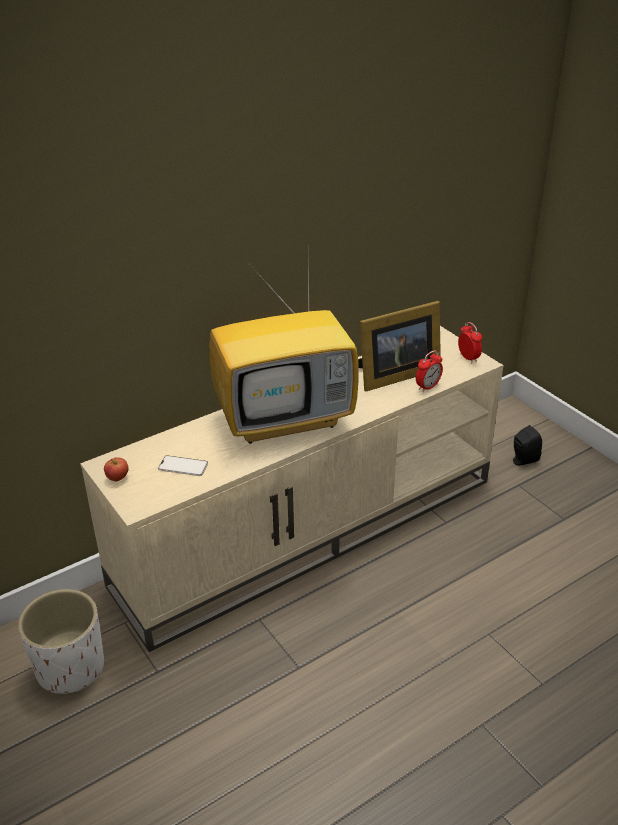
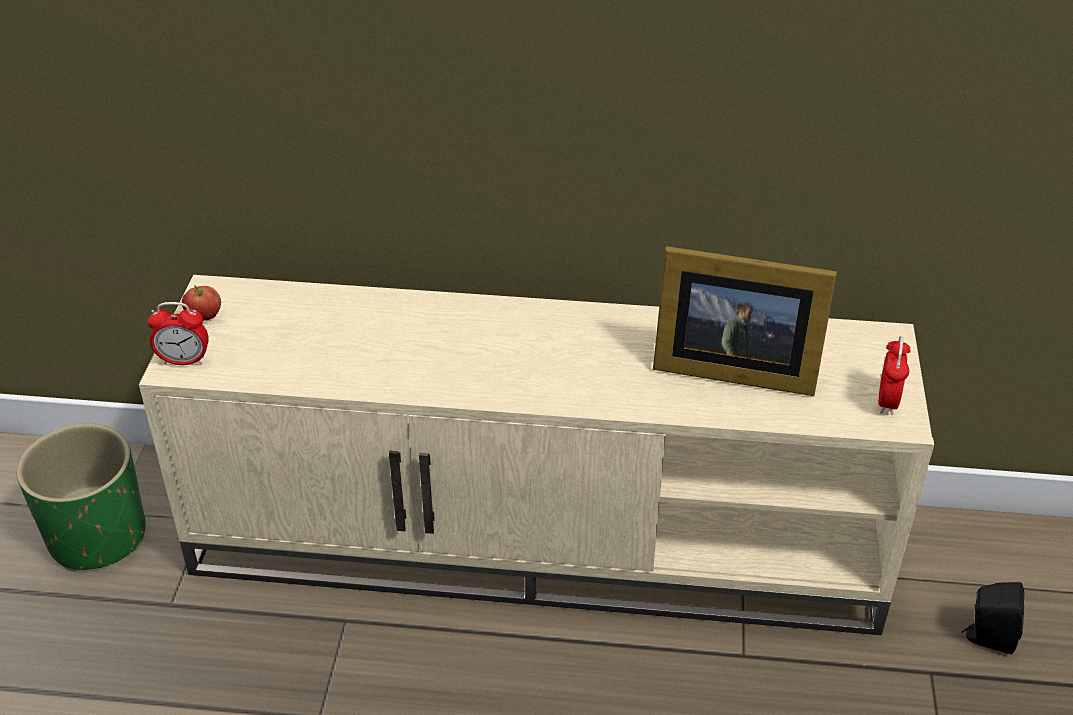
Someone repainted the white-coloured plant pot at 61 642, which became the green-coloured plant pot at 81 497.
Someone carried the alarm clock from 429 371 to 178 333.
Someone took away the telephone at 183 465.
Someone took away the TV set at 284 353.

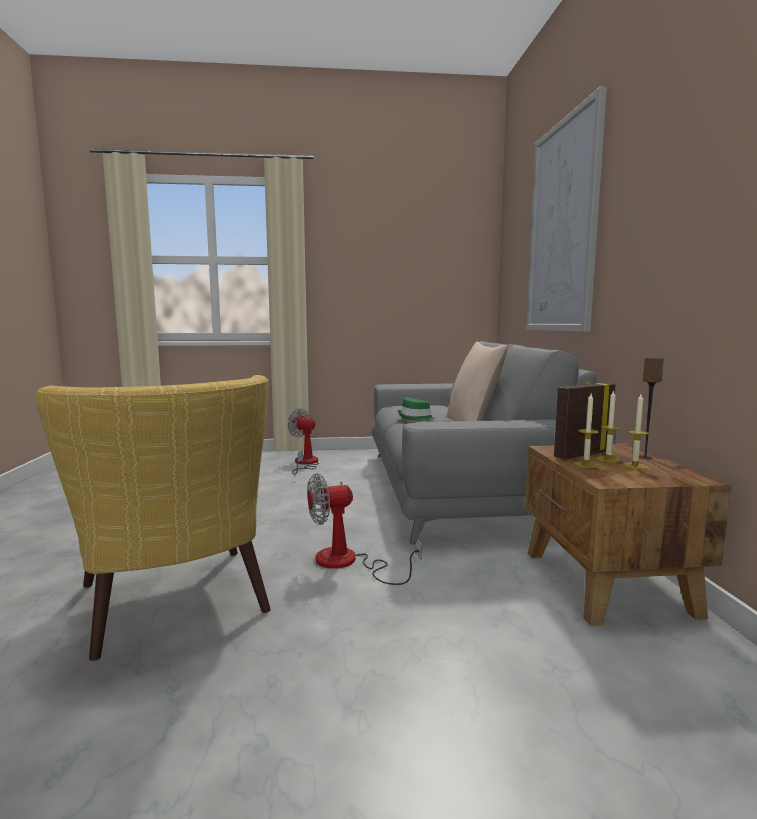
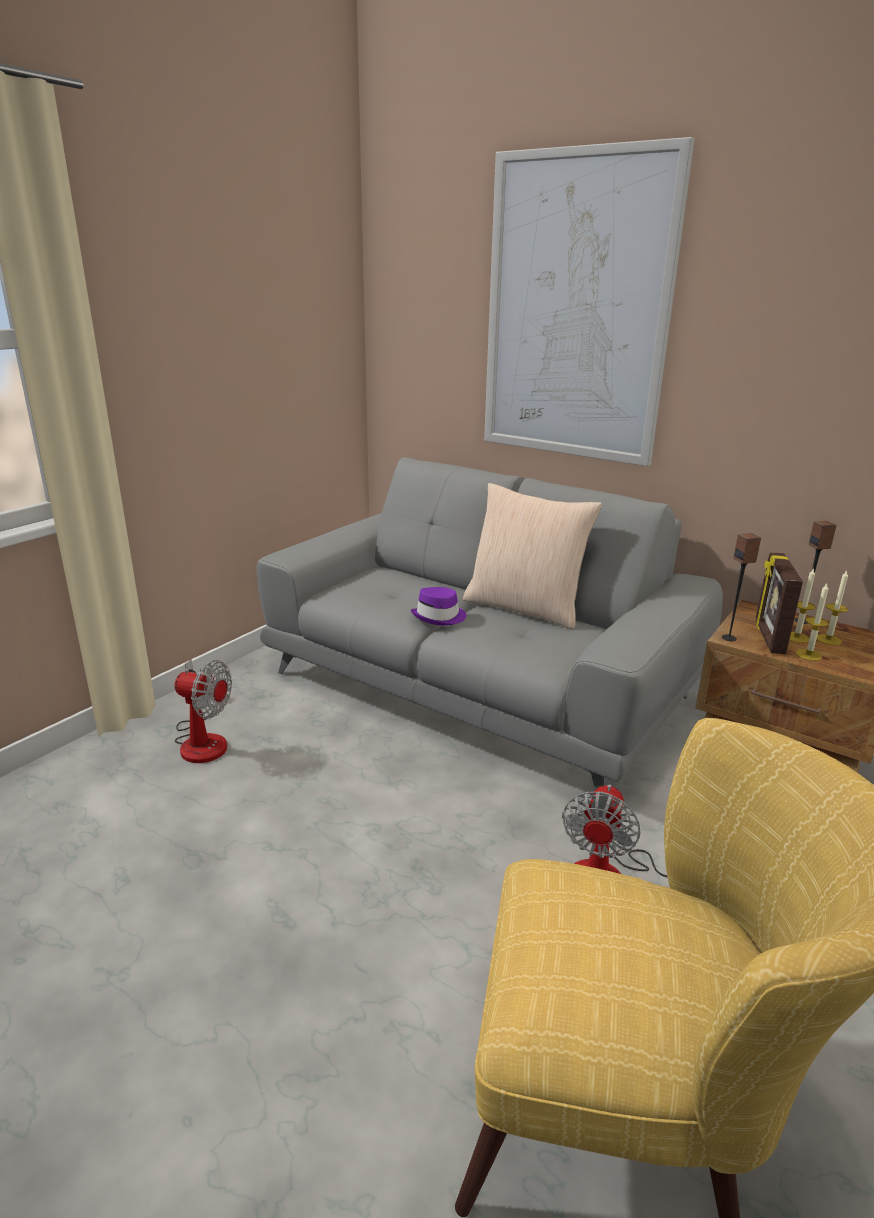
Someone rotated the cooling fan at 303 441 by 150 degrees counterclockwise.
Someone repainted the green-coloured hat at 417 409, which became the purple hat at 438 606.
Someone put down the audio speaker at 741 587.

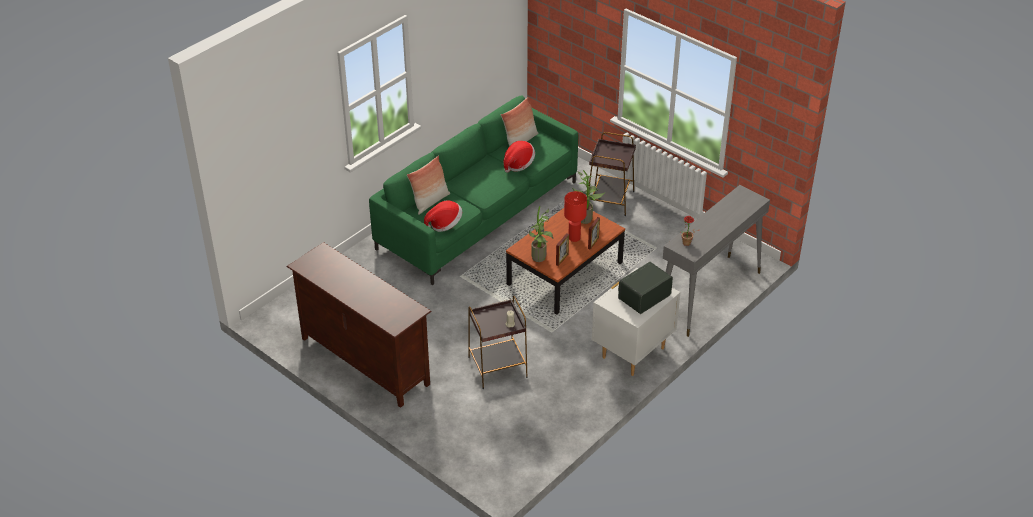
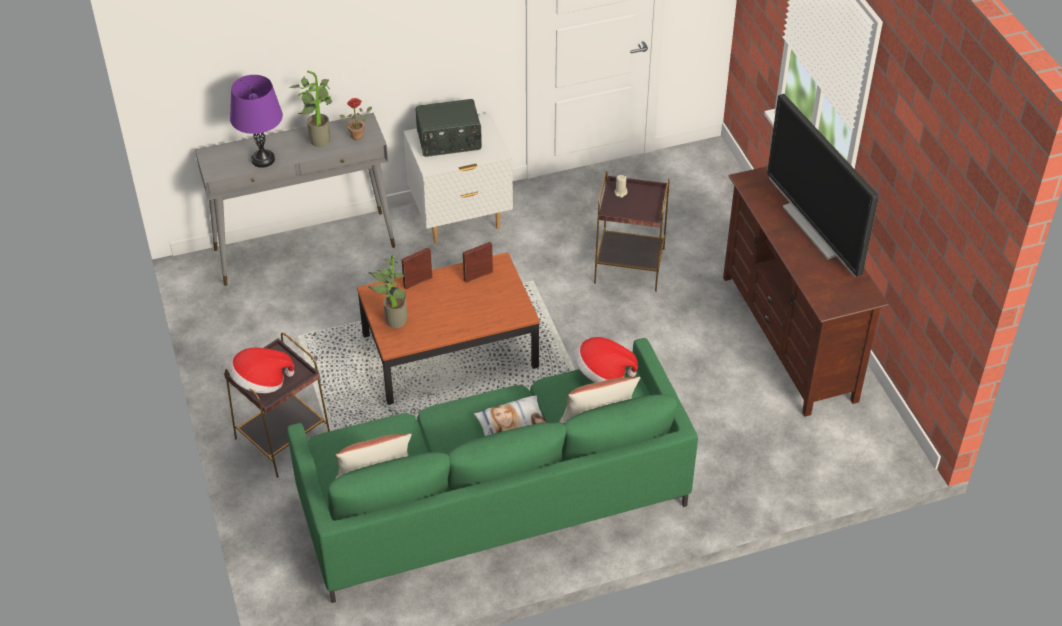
Someone carried the hat from 519 157 to 261 370.
Someone put down the purple tabletop lamp at 256 121.
Someone carried the potted plant from 541 234 to 311 109.
Someone put down the throw pillow at 510 416.
Someone put down the TV set at 823 185.
Someone took away the red tabletop lamp at 575 216.

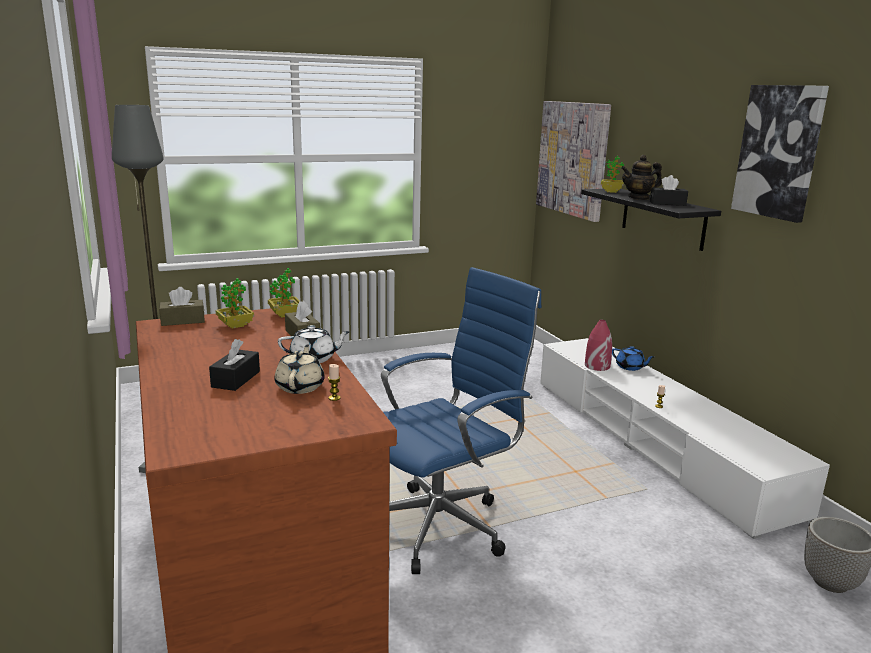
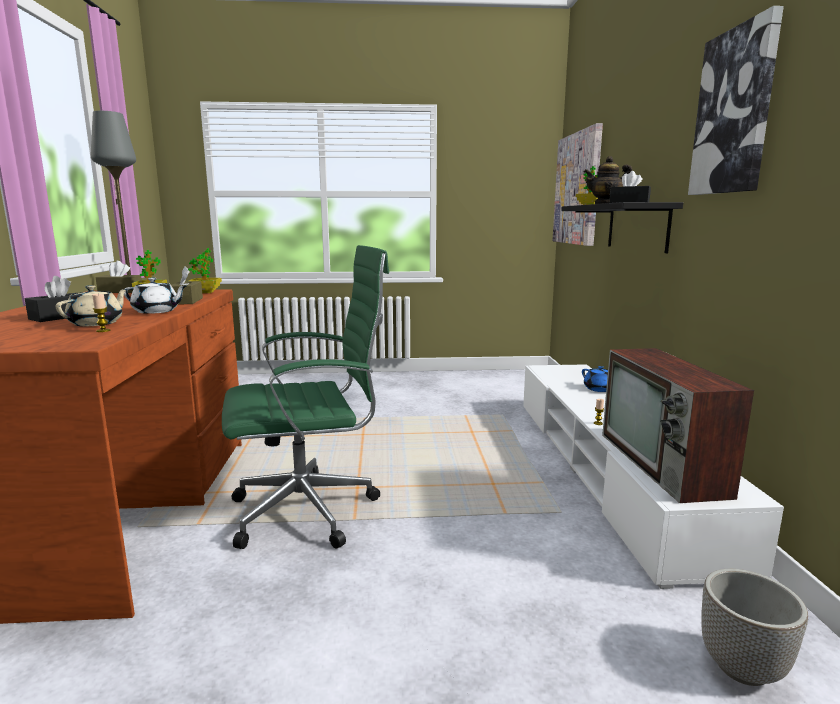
Someone repainted the blue-coloured desk chair at 461 420, which became the green-coloured desk chair at 305 397.
Someone put down the TV set at 678 425.
Someone took away the red flower vase at 598 345.

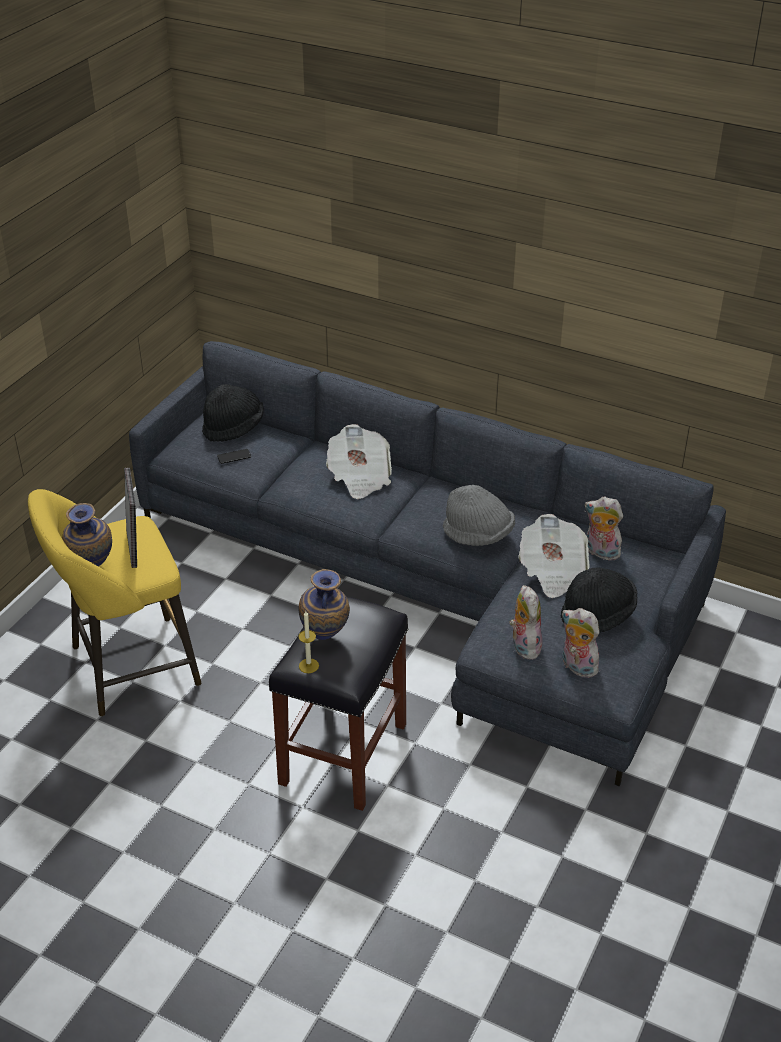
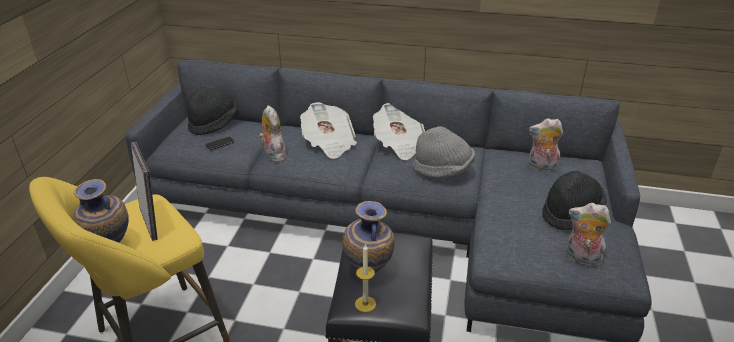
Someone carried the soft toy from 525 622 to 272 133.
Someone carried the printed paper from 554 556 to 399 131.

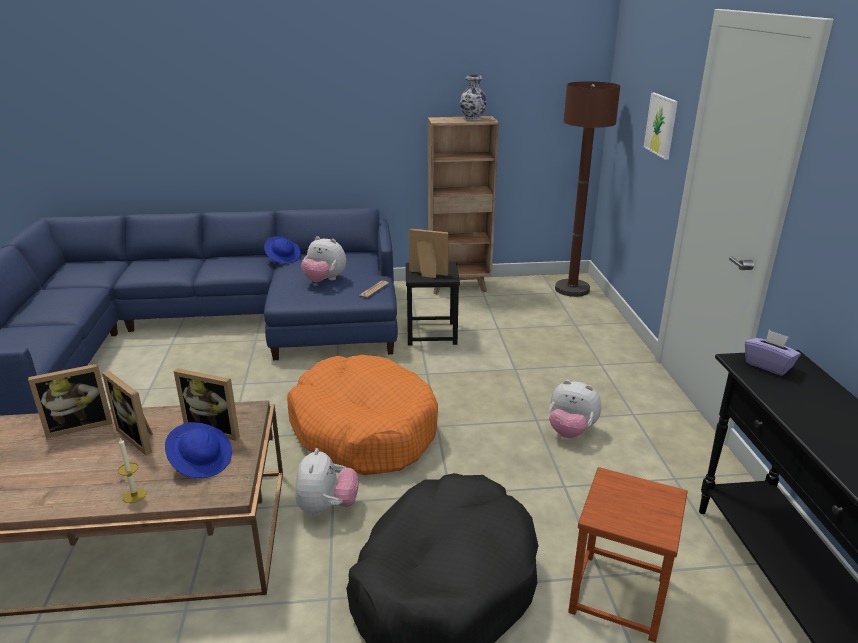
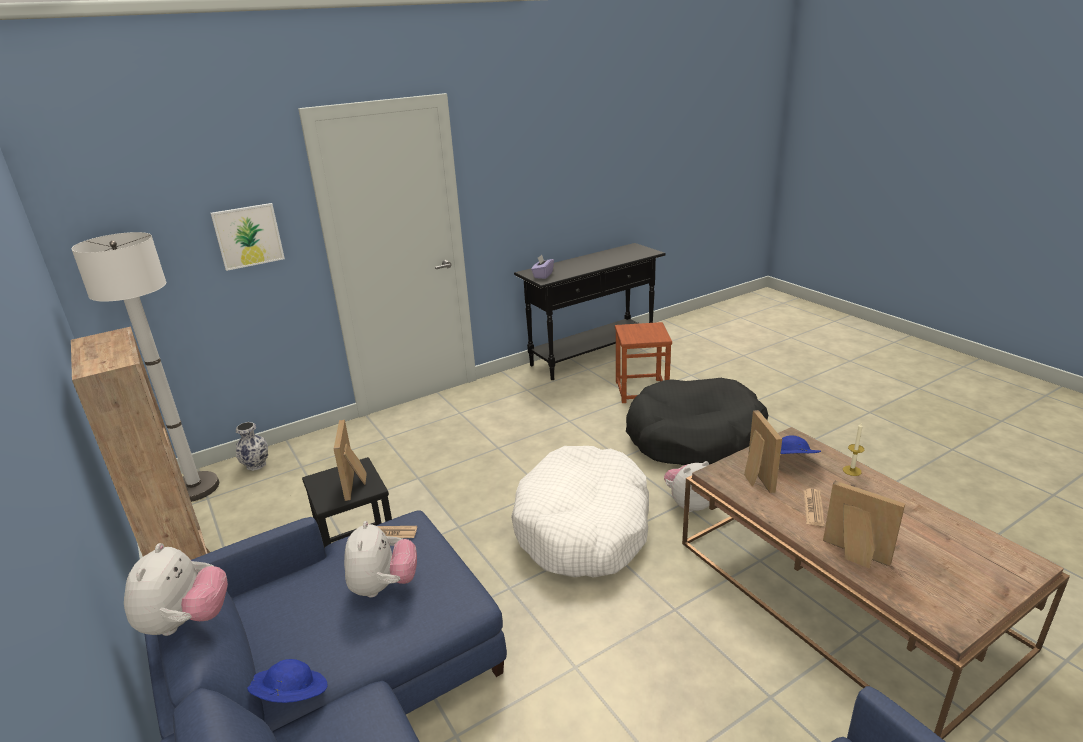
Someone repainted the brown standard lamp at 587 189, which became the white-coloured standard lamp at 145 367.
Someone carried the soft toy from 575 409 to 176 589.
Someone carried the flower vase from 473 97 to 252 446.
Someone repainted the orange-coloured dog cushion at 362 415, which became the white-coloured dog cushion at 580 512.
Someone swapped the photo frame at 127 412 for the printed paper at 814 507.

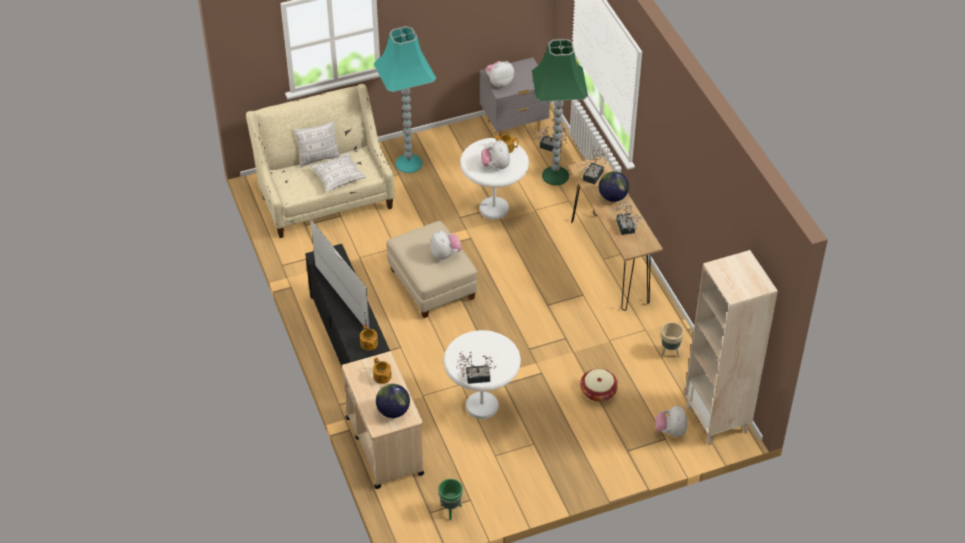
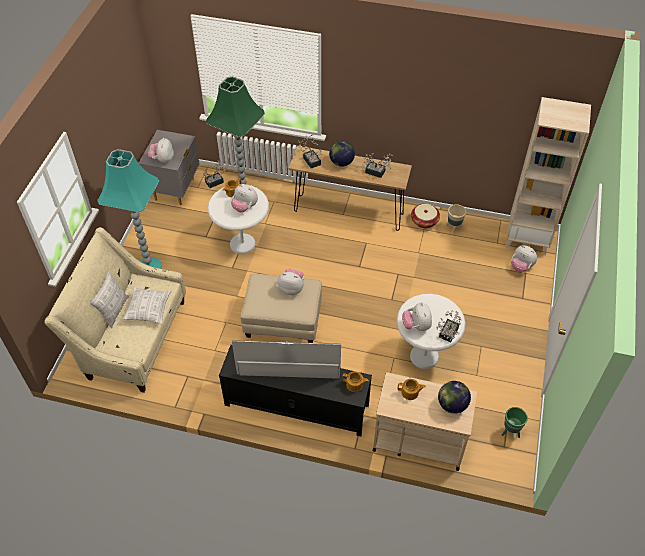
Someone put down the soft toy at 417 317.
Someone carried the basket from 599 385 to 425 216.

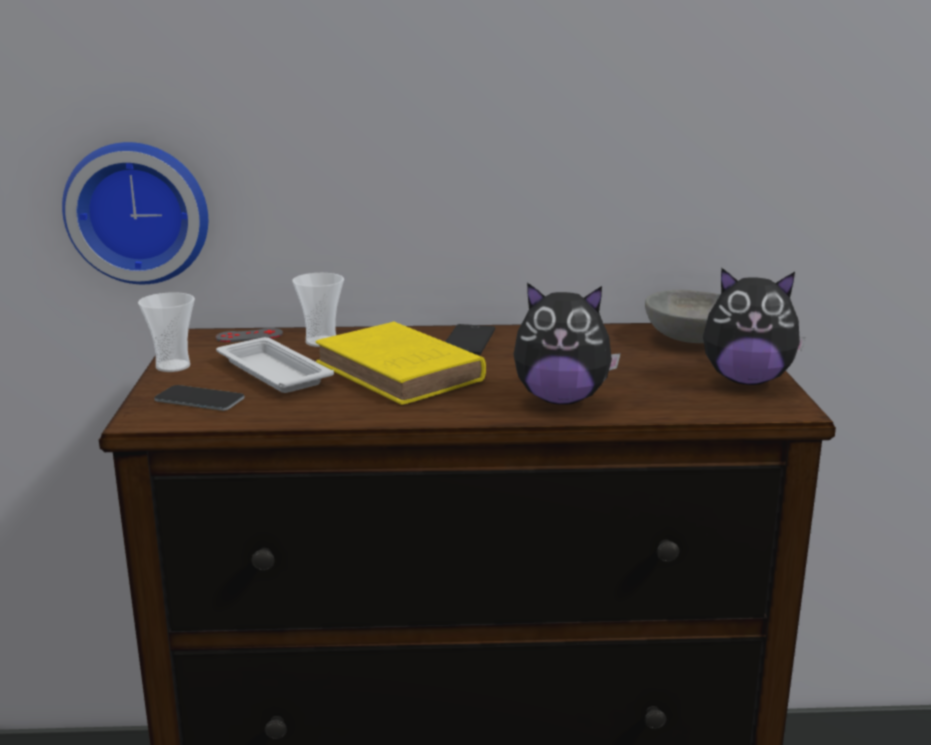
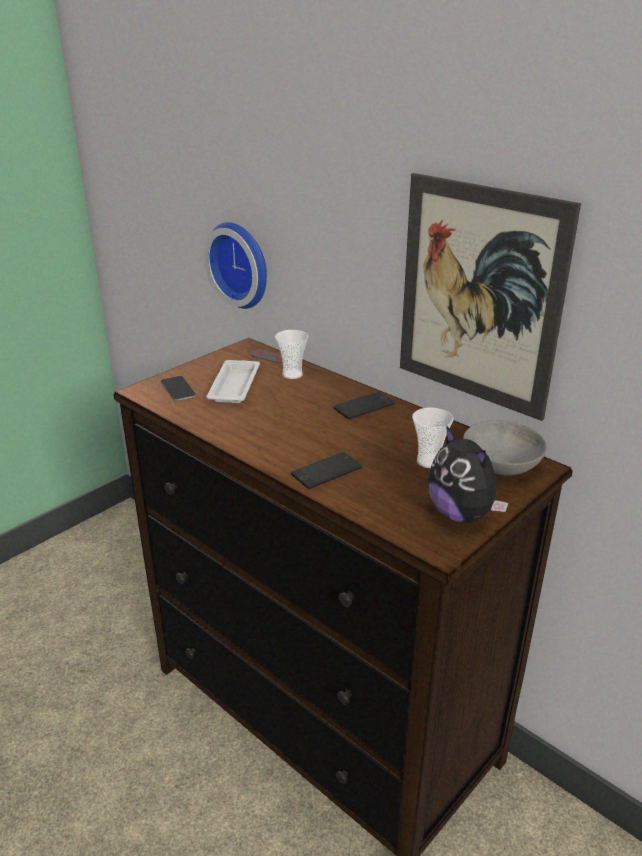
Someone swapped the soft toy at 567 344 for the telephone at 326 470.
Someone put up the wall picture at 490 297.
Someone carried the drinking cup from 166 332 to 433 437.
Someone took away the yellow-coloured volume at 401 363.

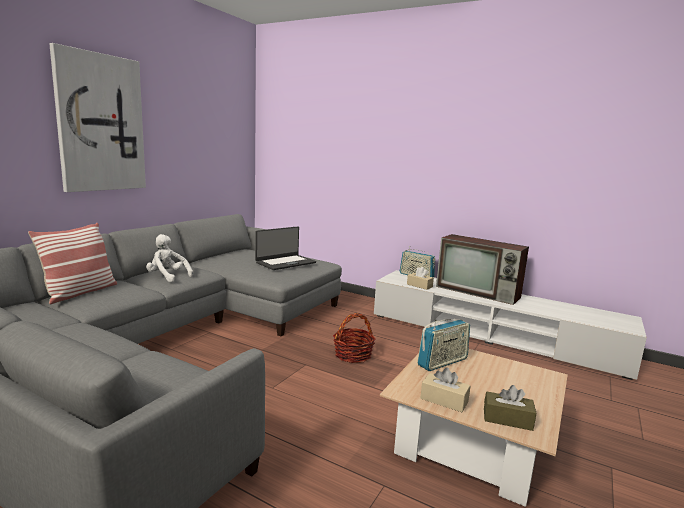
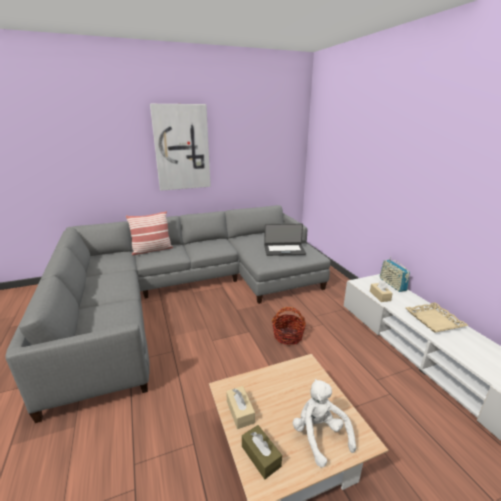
Someone carried the white-coloured soft toy from 169 258 to 324 423.
Someone swapped the TV set at 482 269 for the beige-coloured carrying tray at 437 317.
Someone took away the radio at 443 345.

